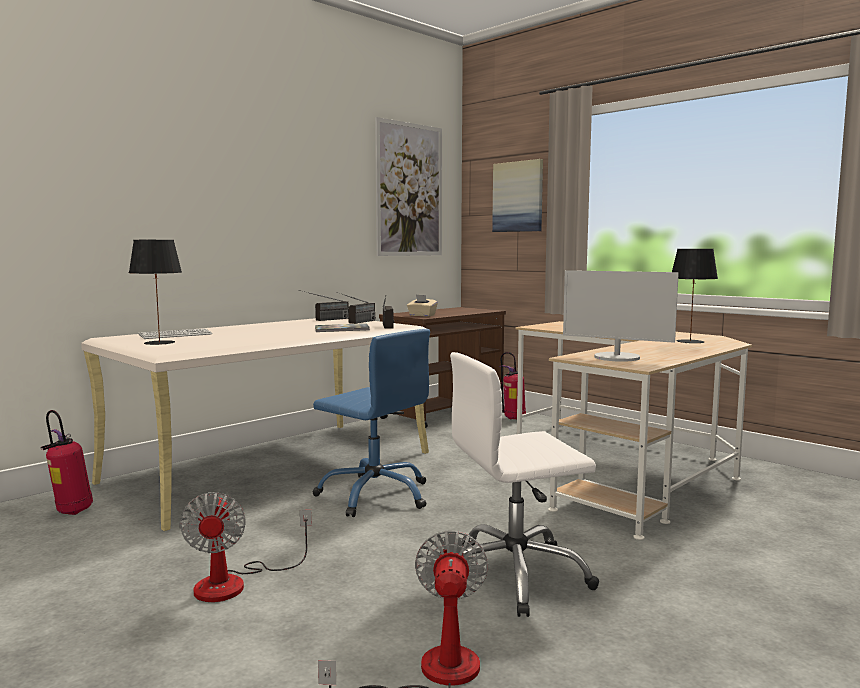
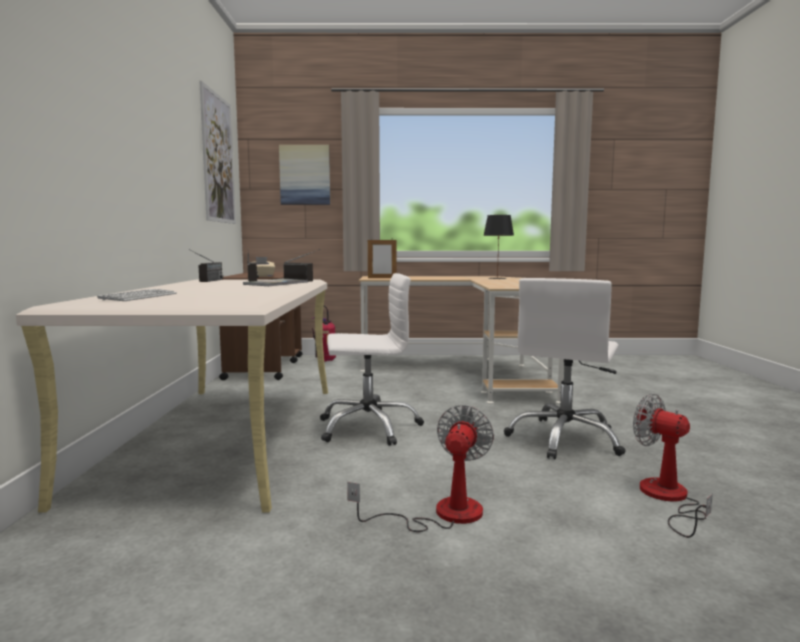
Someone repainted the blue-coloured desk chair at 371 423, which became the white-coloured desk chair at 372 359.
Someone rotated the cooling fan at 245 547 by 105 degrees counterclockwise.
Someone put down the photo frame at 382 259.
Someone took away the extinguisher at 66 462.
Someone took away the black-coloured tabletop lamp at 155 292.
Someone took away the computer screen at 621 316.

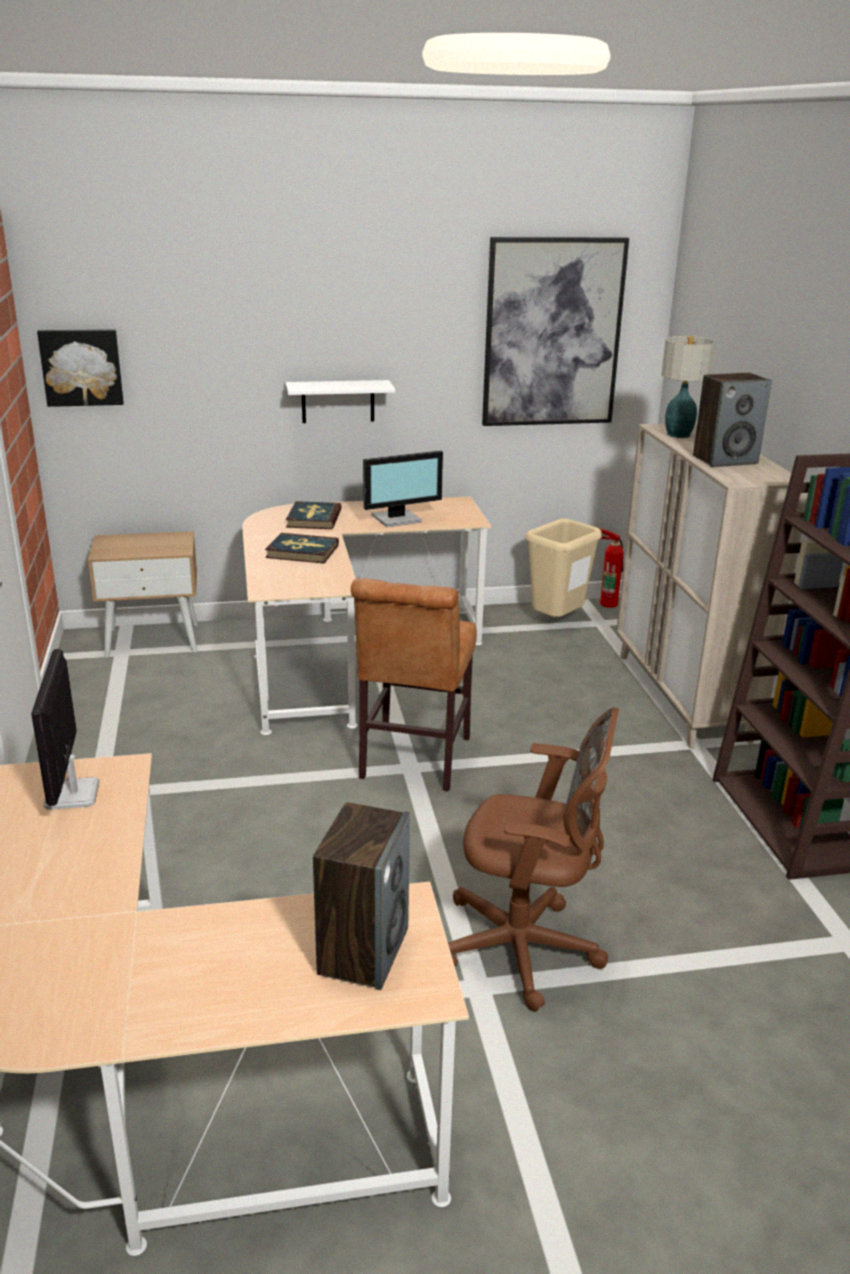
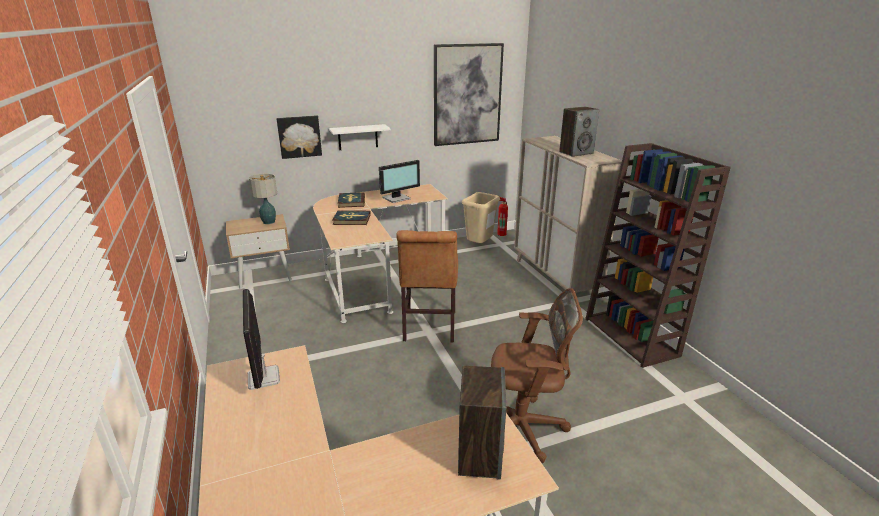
Someone carried the tabletop lamp from 688 387 to 263 198.
Someone carried the wall picture from 80 368 to 299 137.

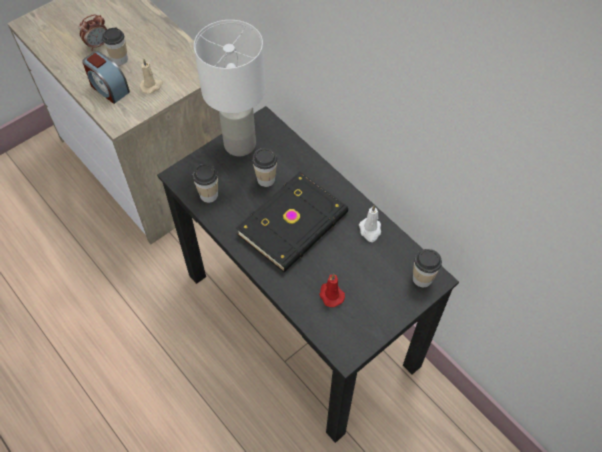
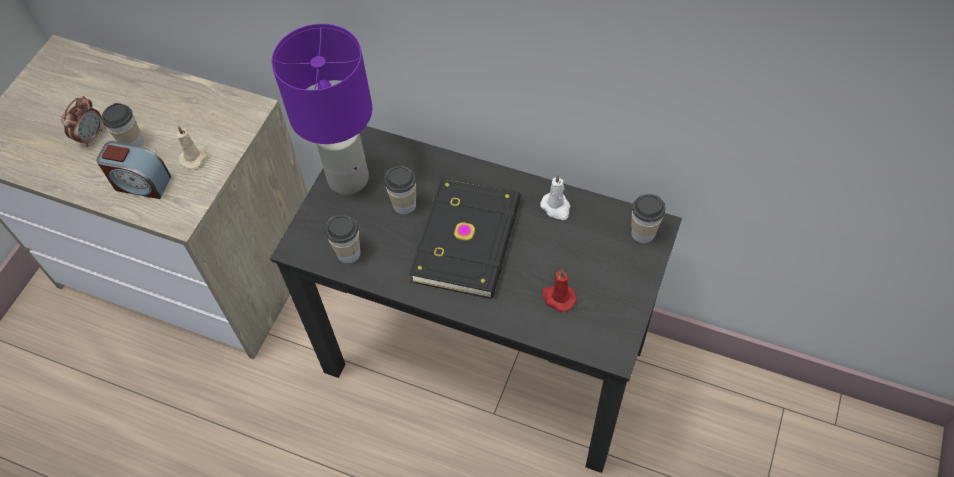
Someone repainted the white-coloured tabletop lamp at 230 88, which became the purple tabletop lamp at 322 109.

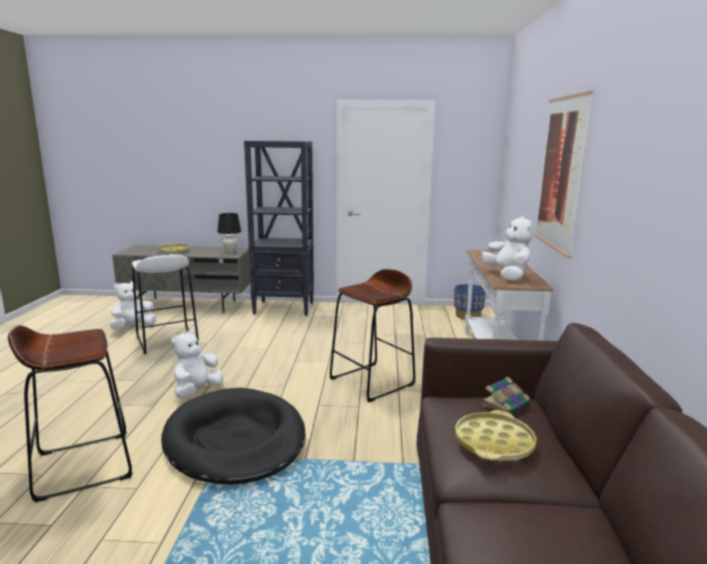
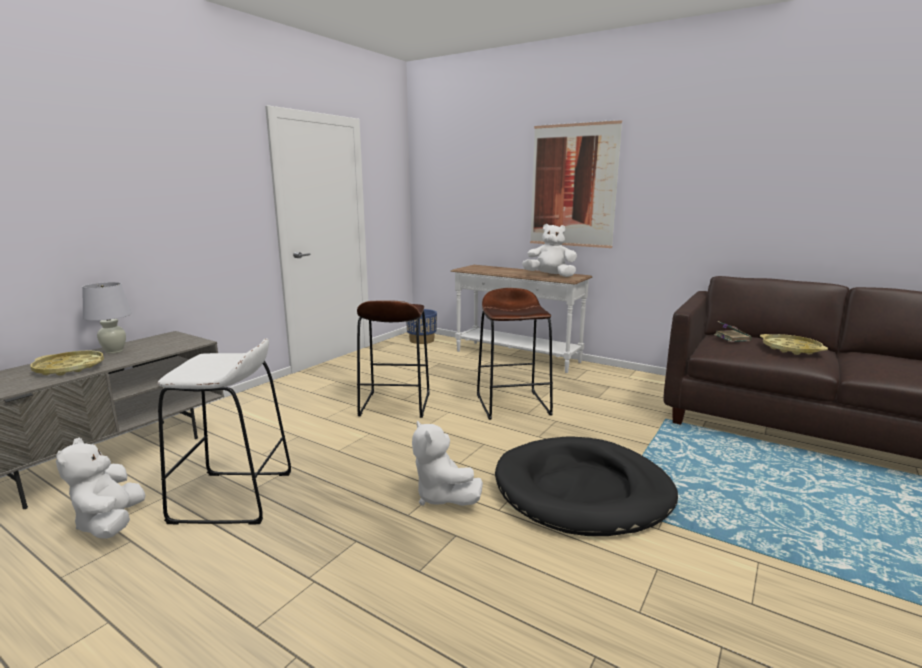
Someone put down the white-coloured tabletop lamp at 107 317.
Someone carried the brown stool seat from 70 413 to 393 359.
Someone took away the black-coloured tabletop lamp at 229 233.
Someone took away the black-coloured shelving unit at 279 228.

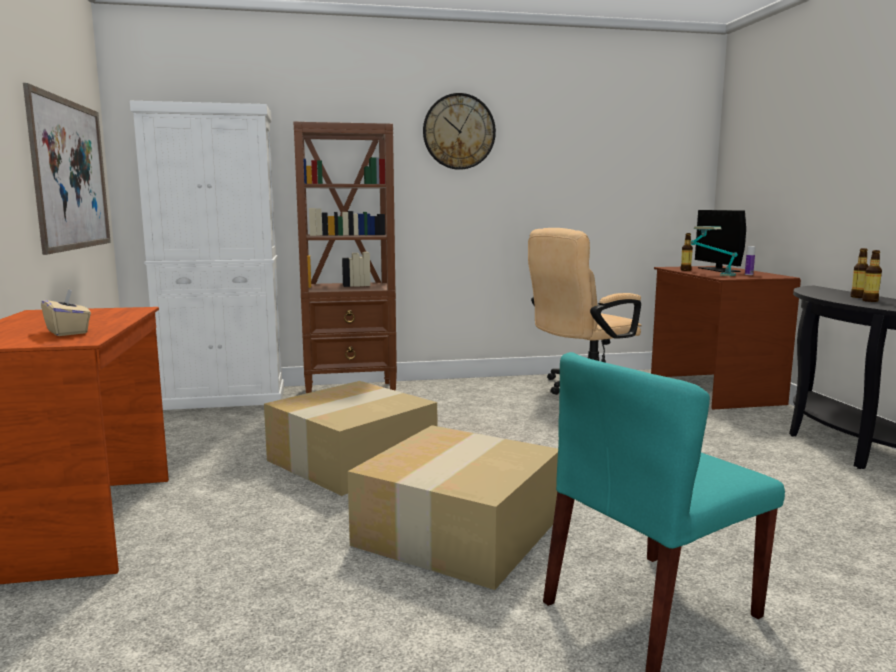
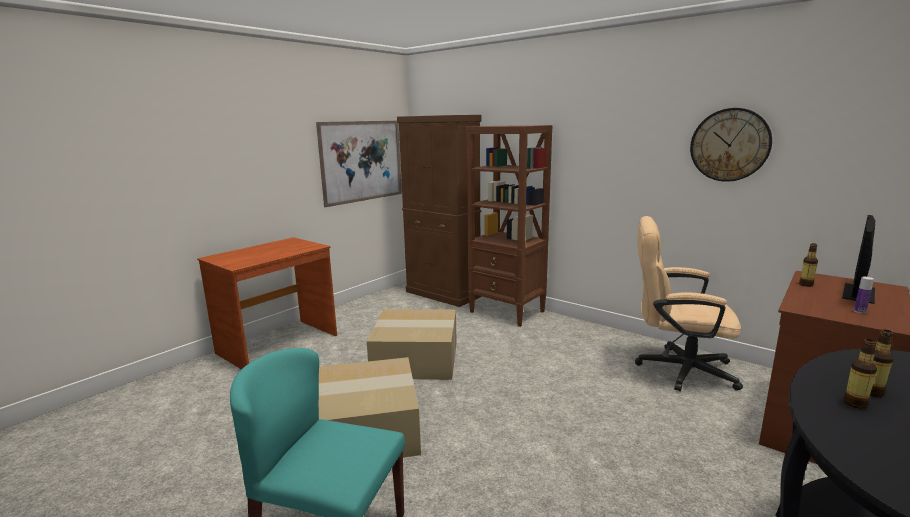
Someone repainted the white-coloured cabinet at 207 255, which became the brown cabinet at 439 211.
Someone carried the hanging clock from 459 131 to 731 145.
Someone took away the beige-coloured tissue box at 66 312.
Someone took away the tabletop lamp at 714 251.

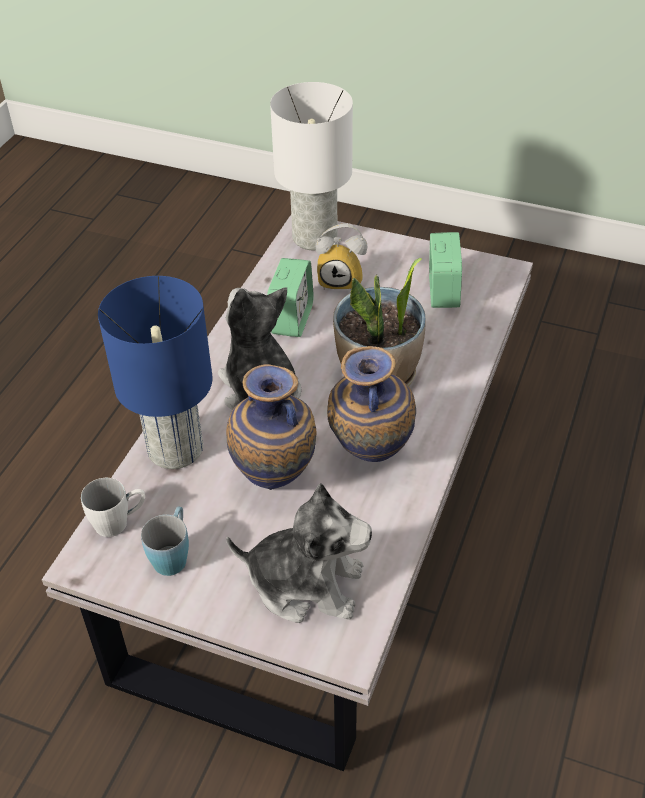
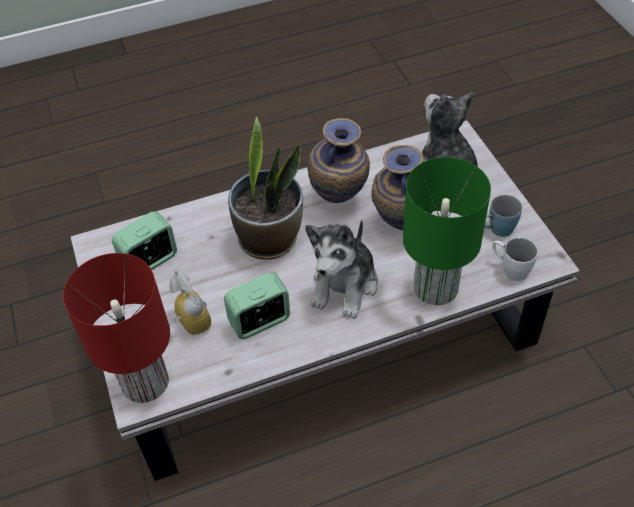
Someone repainted the white-coloured tabletop lamp at 311 166, which became the red tabletop lamp at 116 328.
Someone repainted the blue-coloured tabletop lamp at 155 372, which became the green-coloured tabletop lamp at 447 231.

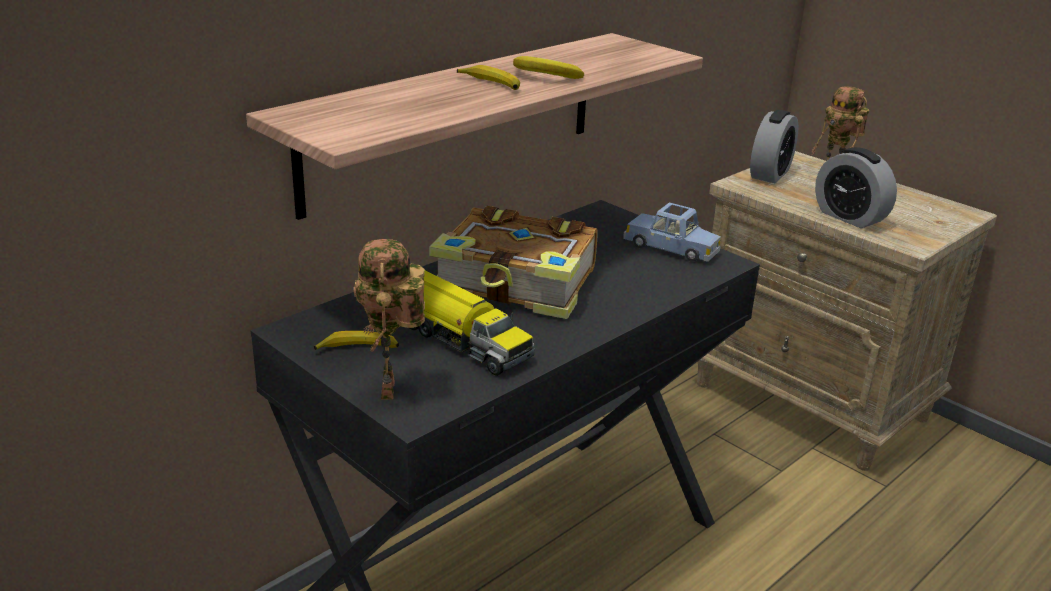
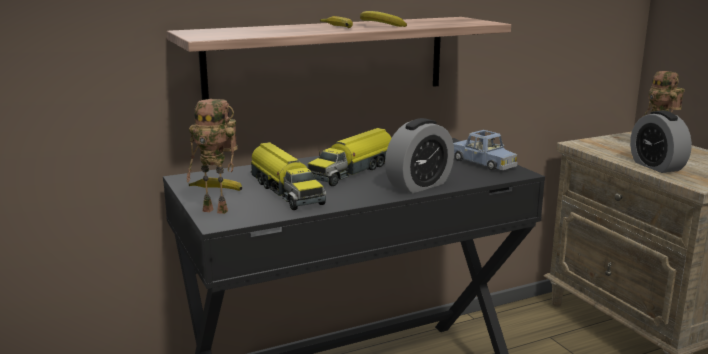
Someone rotated the model robot at 389 319 by 90 degrees counterclockwise.
Someone swapped the volume at 513 262 for the toy lorry at 349 157.
Someone carried the alarm clock from 774 146 to 419 155.

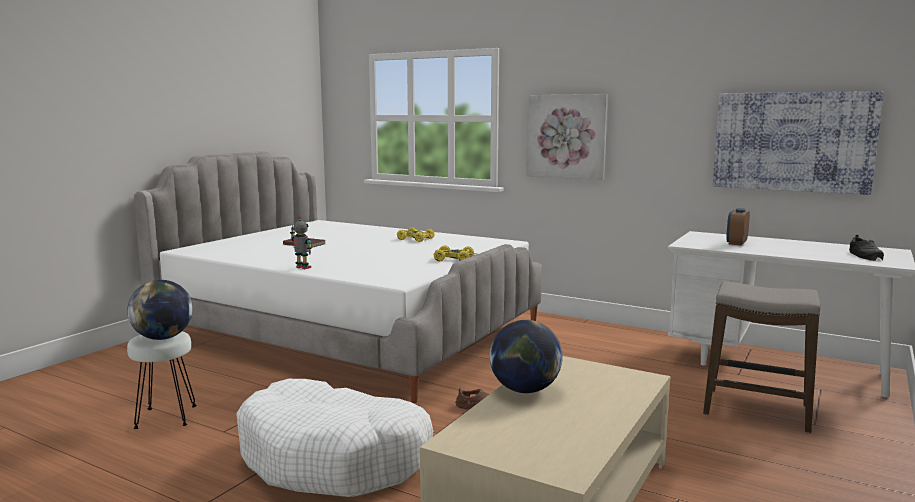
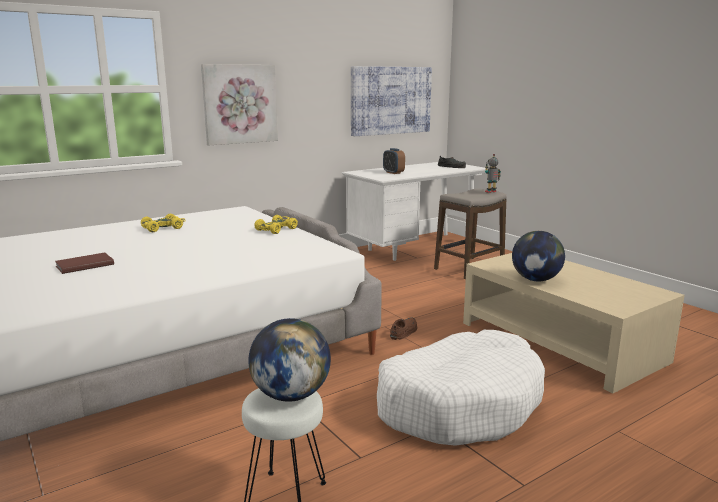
Someone carried the model robot from 301 242 to 493 173.

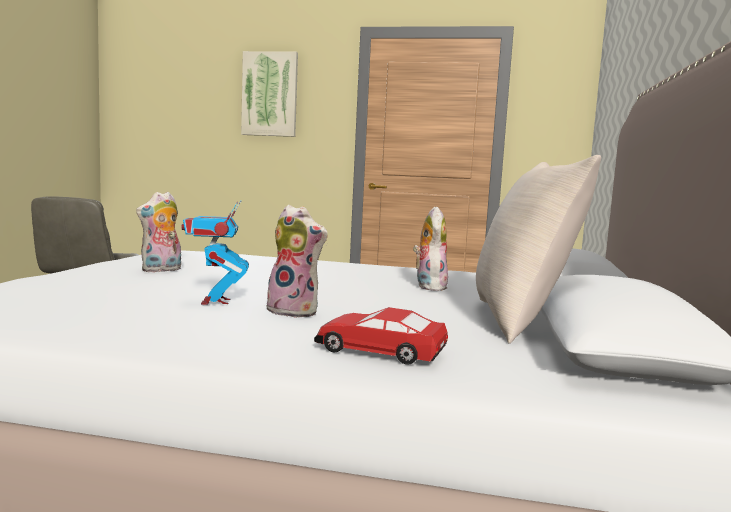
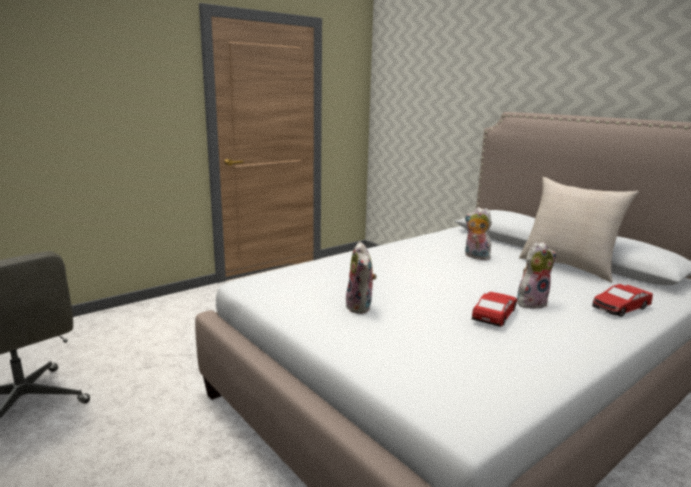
Someone swapped the model robot at 215 252 for the miniature car at 494 309.
Someone took away the wall picture at 269 94.

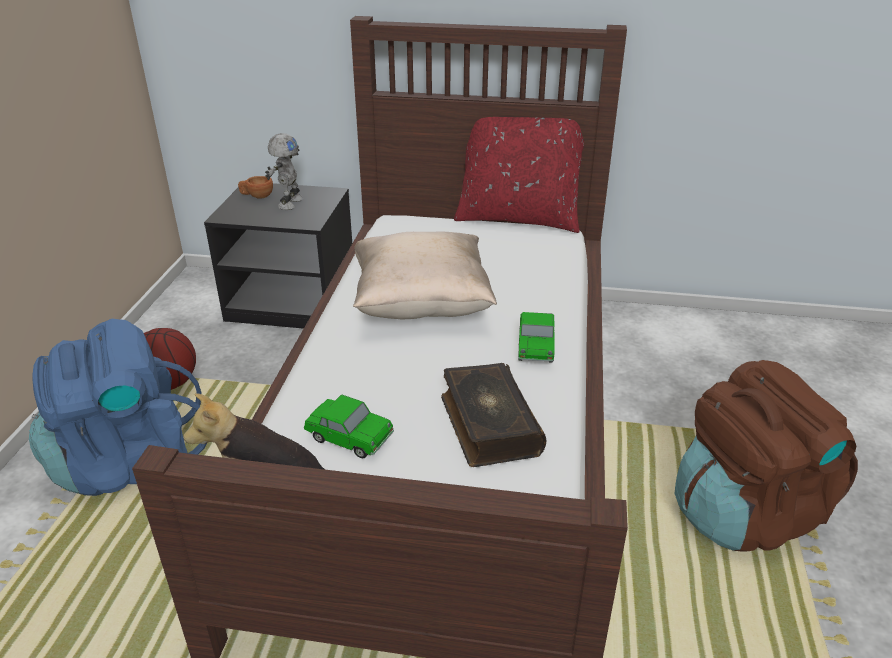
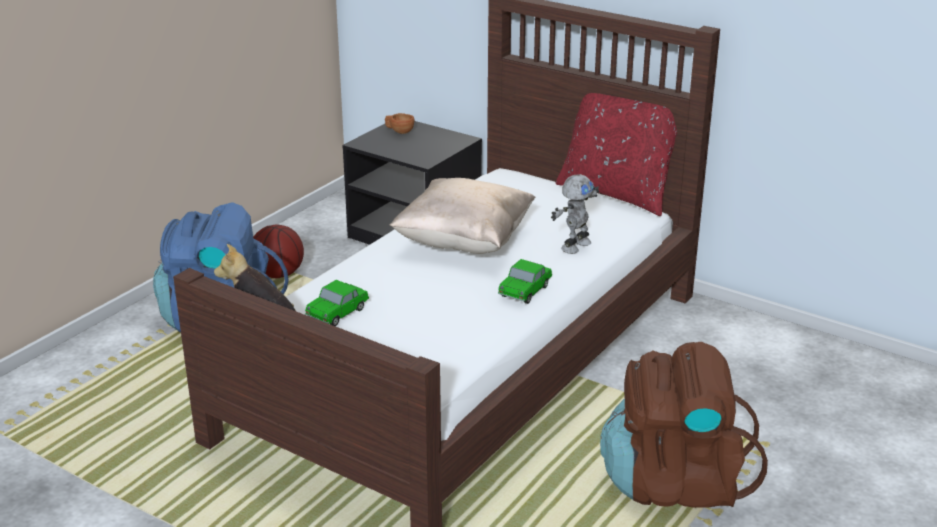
Someone rotated the miniature car at 349 426 by 75 degrees clockwise.
Someone carried the model robot from 284 171 to 575 214.
Someone took away the volume at 493 415.

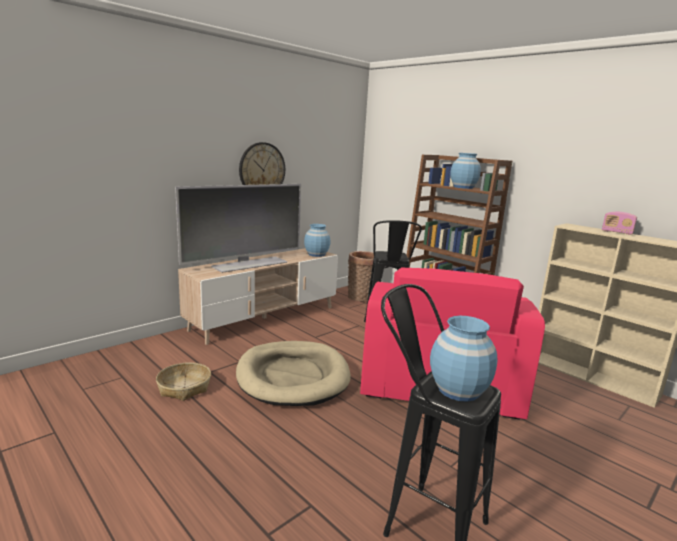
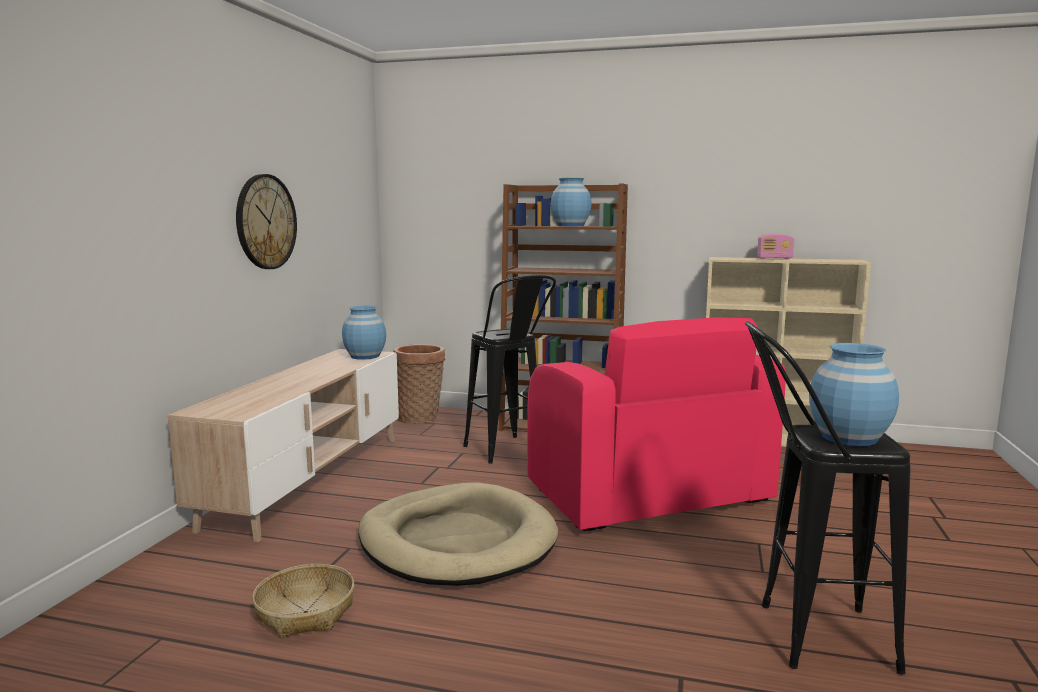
Someone took away the TV set at 238 228.

